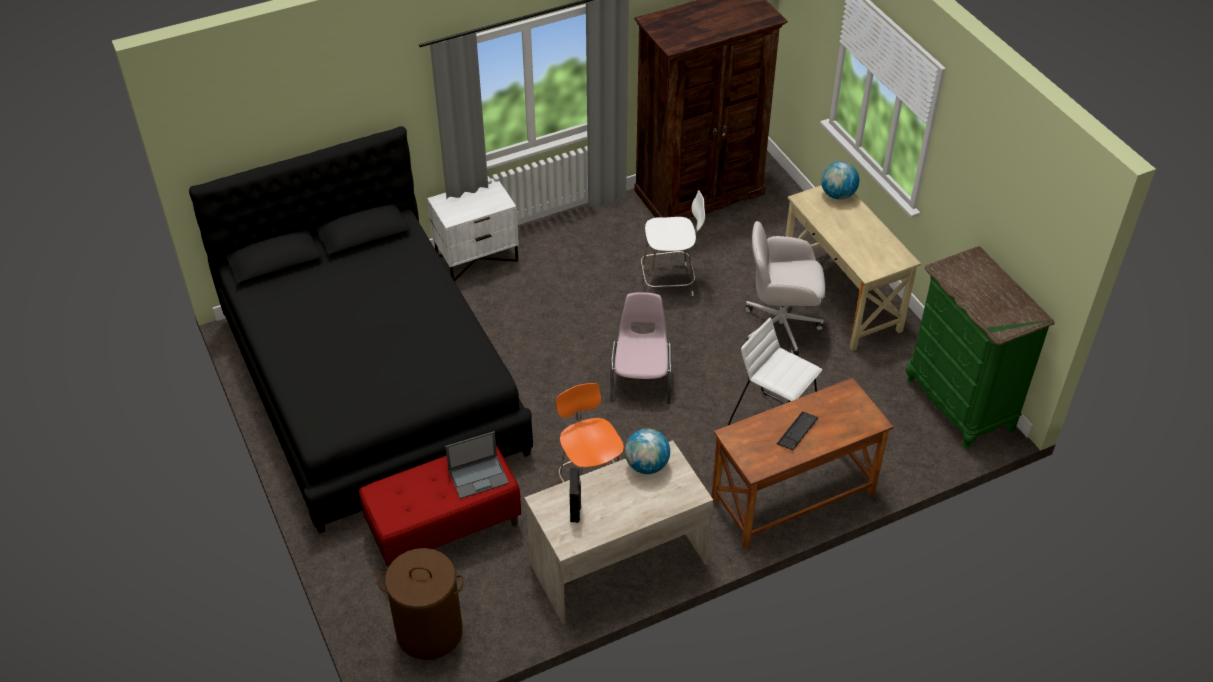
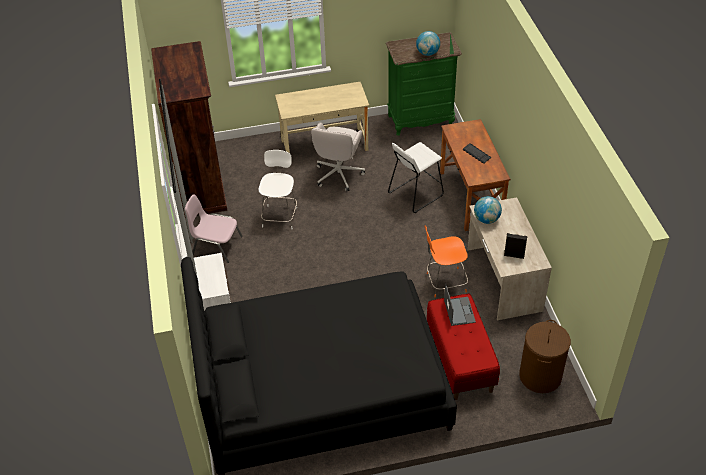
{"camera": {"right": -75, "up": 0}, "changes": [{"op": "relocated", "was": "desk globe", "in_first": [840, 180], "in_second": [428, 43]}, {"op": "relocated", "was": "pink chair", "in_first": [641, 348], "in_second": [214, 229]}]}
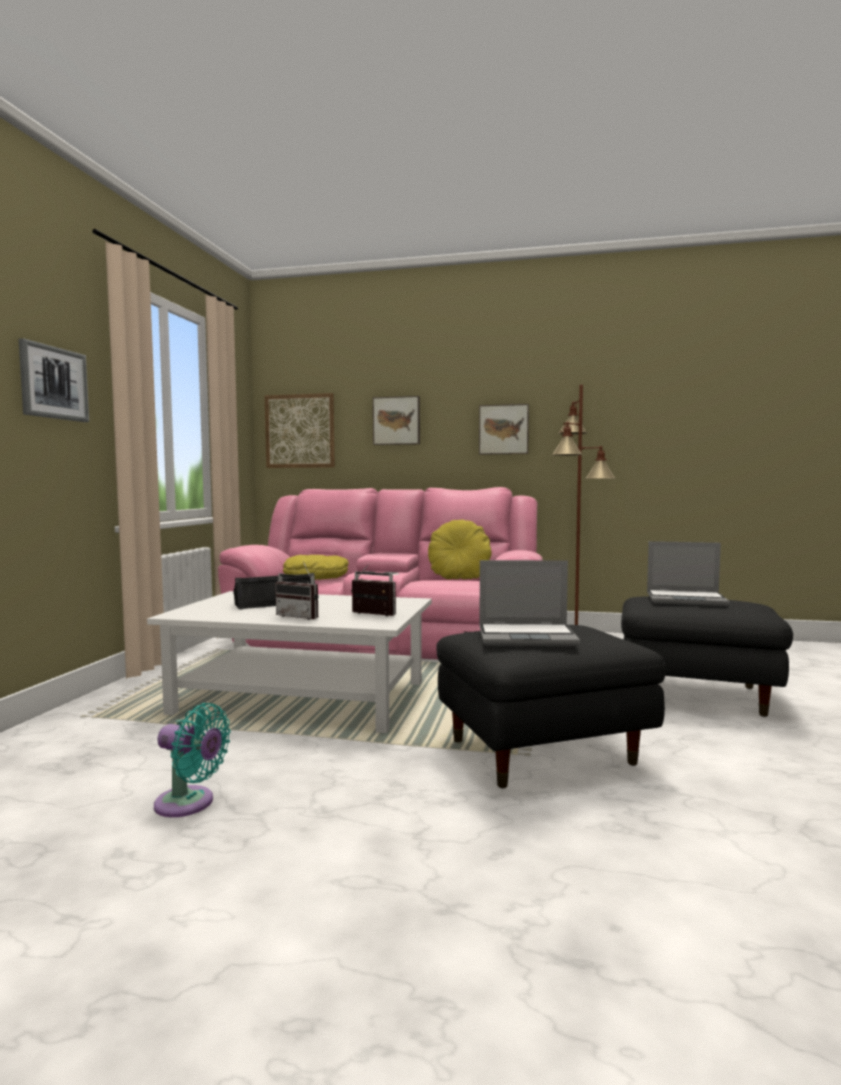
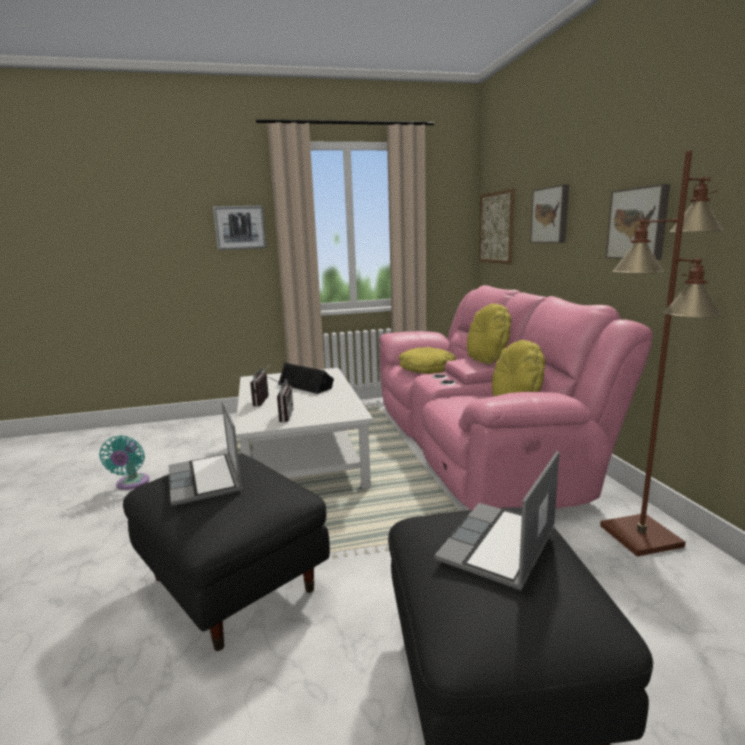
{"camera": {"right": 65, "up": 10}, "changes": [{"op": "spun", "was": "portable computer", "in_first": [688, 573], "in_second": [497, 521], "clockwise": 45}, {"op": "appeared", "now": "yellowish cushion", "in_second": [489, 334]}]}
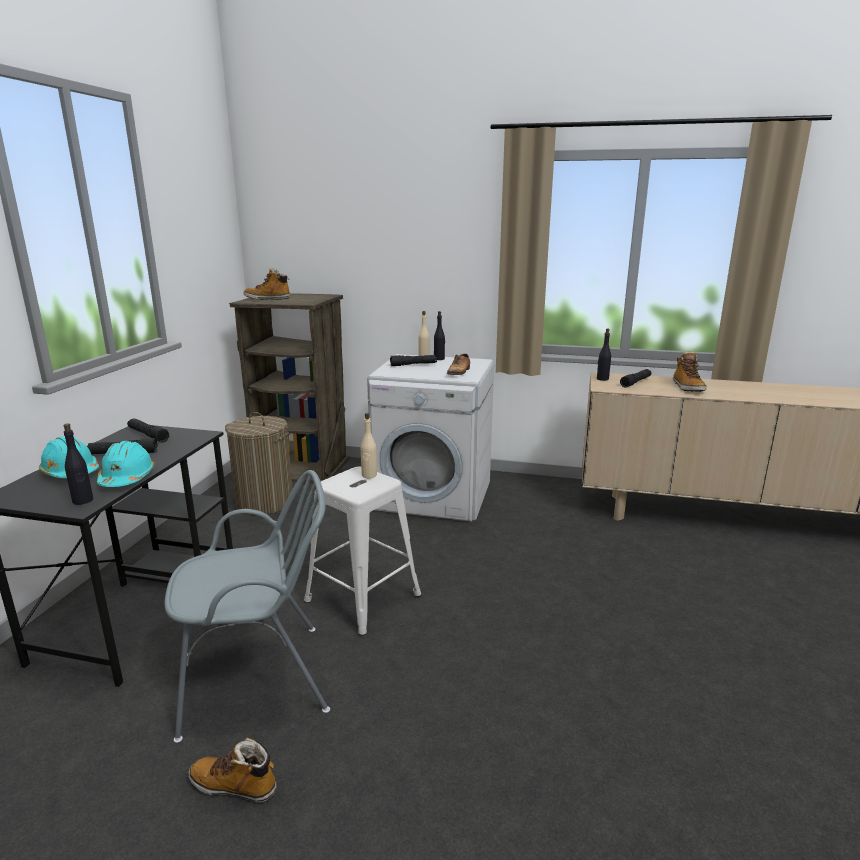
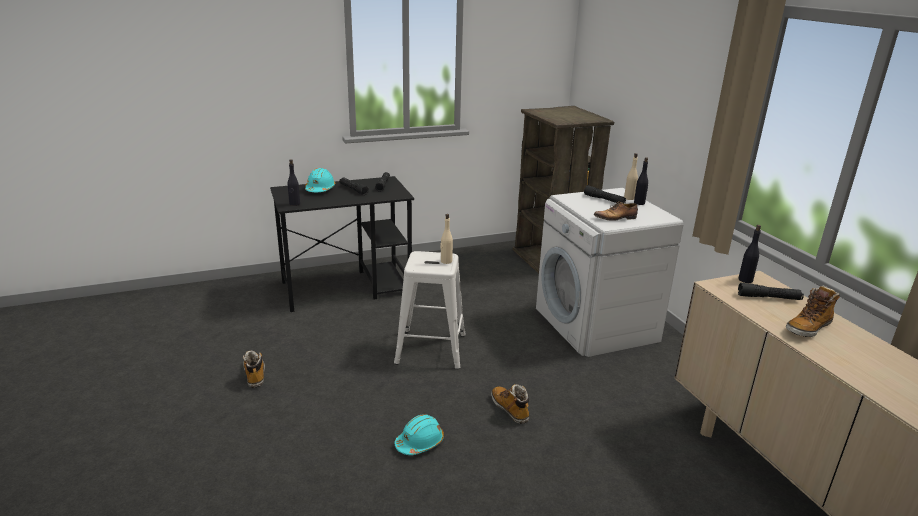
{"camera": {"right": 55, "up": 5}, "changes": [{"op": "relocated", "was": "high-top boot", "in_first": [267, 284], "in_second": [510, 404]}, {"op": "missing", "was": "hamper", "in_first": [258, 463]}, {"op": "relocated", "was": "turquoise hard hat", "in_first": [126, 464], "in_second": [419, 434]}, {"op": "missing", "was": "grey chair", "in_first": [247, 606]}]}
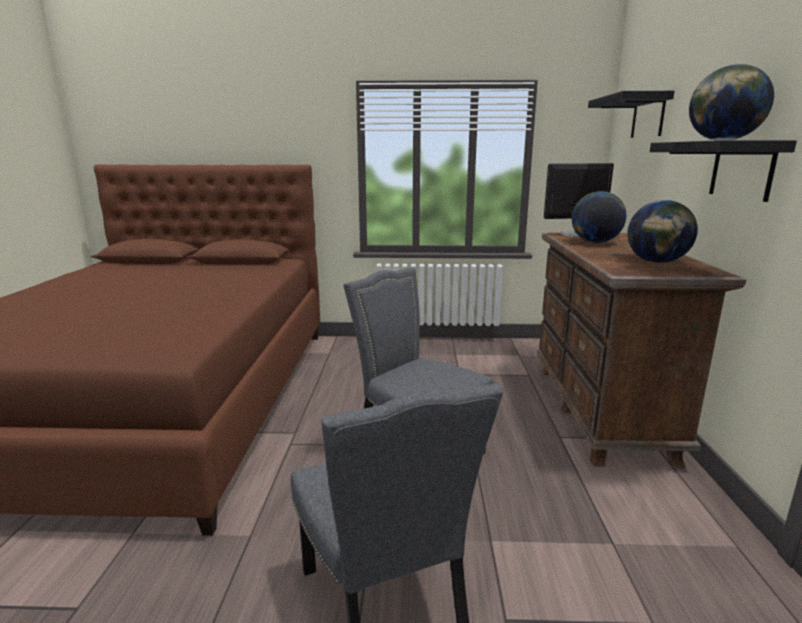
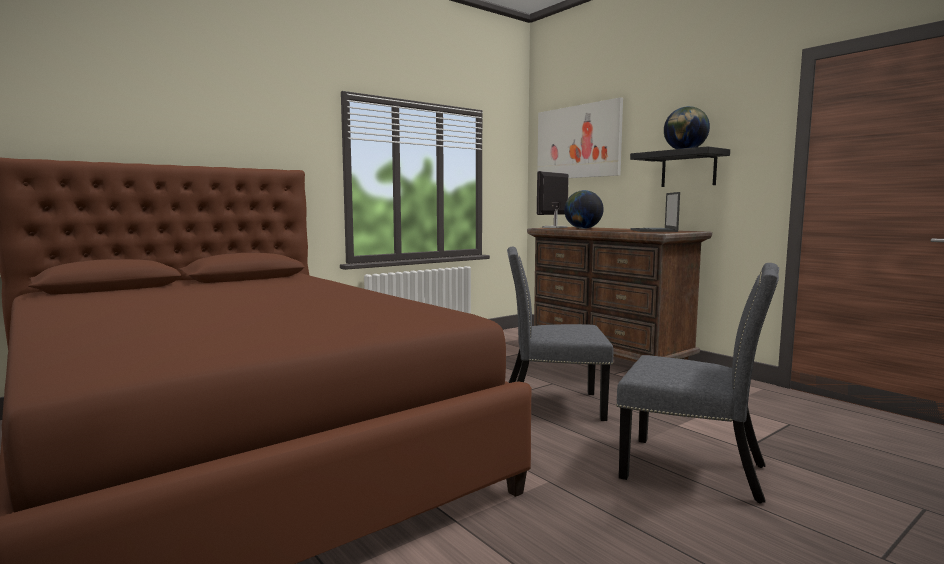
{"camera": {"right": -40, "up": -10}, "changes": [{"op": "exchanged", "was": "black-coloured bracket shelf", "now": "picture", "in_first": [631, 114], "in_second": [580, 137]}, {"op": "exchanged", "was": "desk globe", "now": "portable computer", "in_first": [662, 231], "in_second": [655, 212]}]}
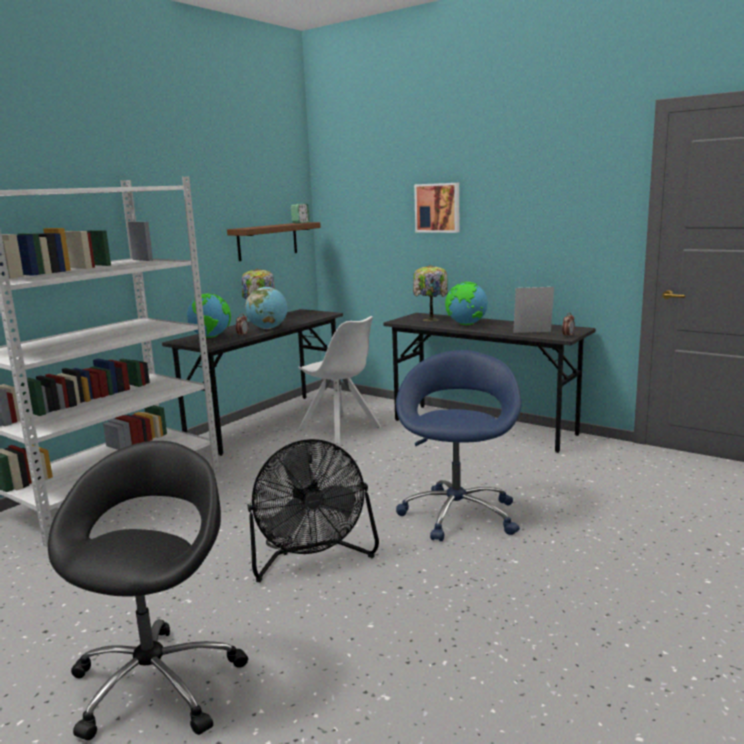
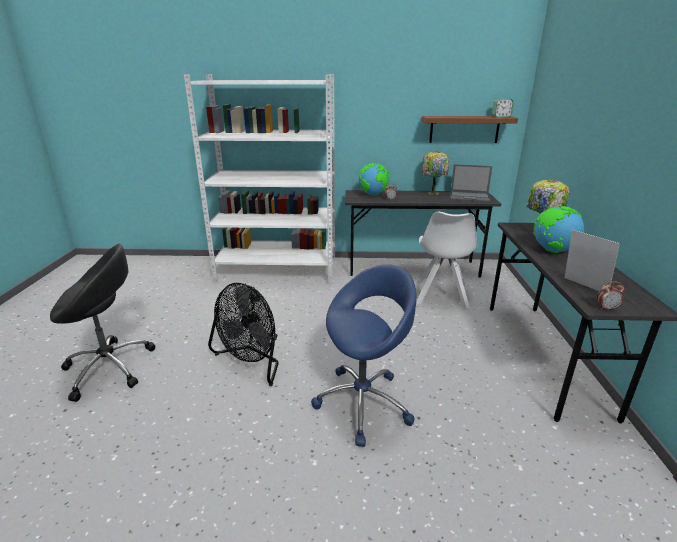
{"camera": {"right": 55, "up": 10}, "changes": [{"op": "missing", "was": "picture", "in_first": [436, 208]}, {"op": "missing", "was": "desk globe", "in_first": [266, 308]}, {"op": "appeared", "now": "portable computer", "in_second": [471, 183]}]}
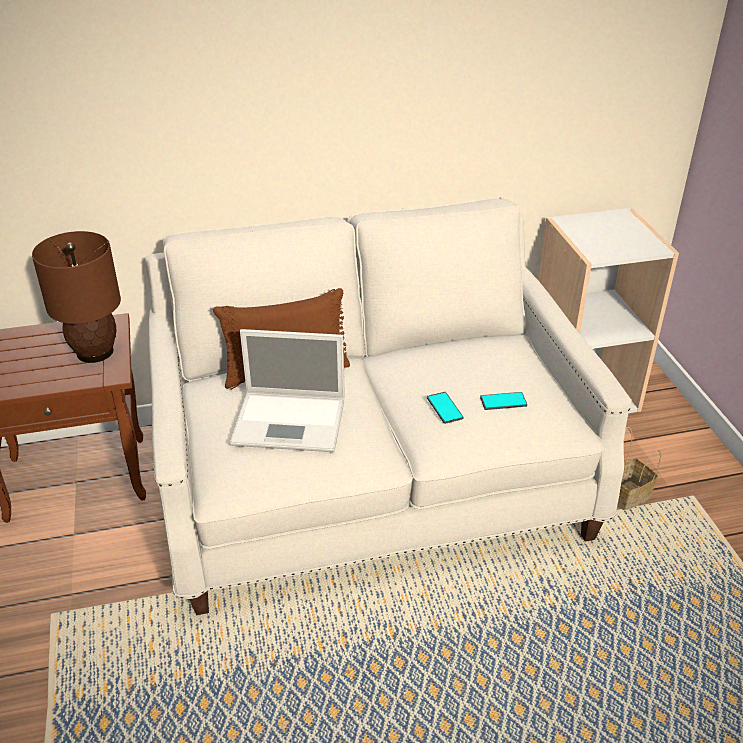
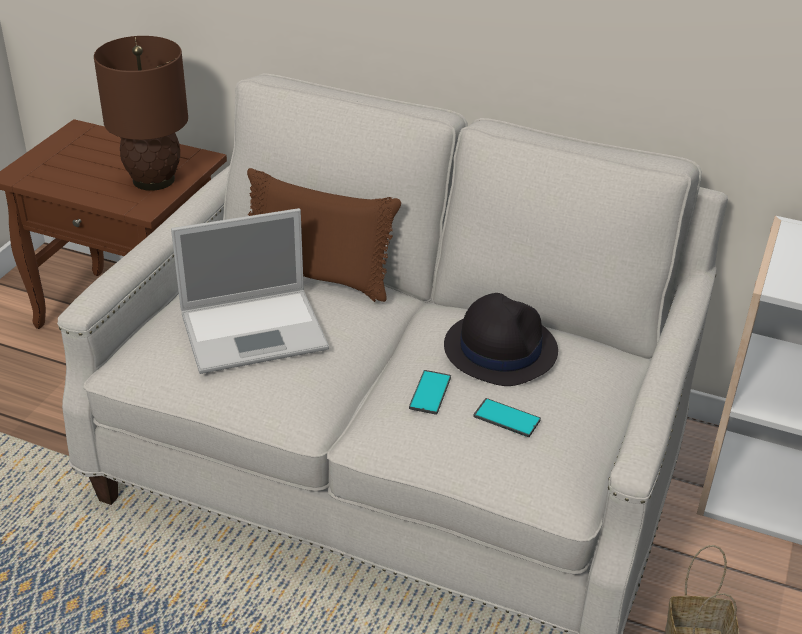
{"camera": {"right": 35, "up": 0}, "changes": [{"op": "spun", "was": "portable computer", "in_first": [287, 390], "in_second": [250, 291], "clockwise": -60}, {"op": "appeared", "now": "black-coloured clothing hat", "in_second": [501, 339]}]}
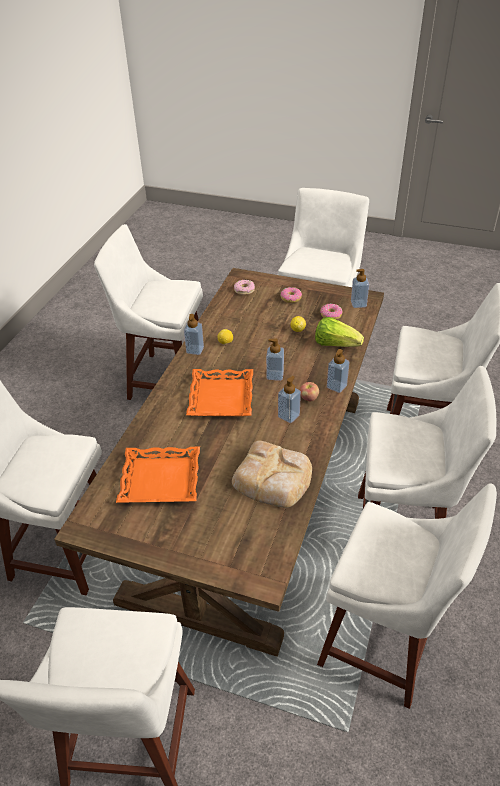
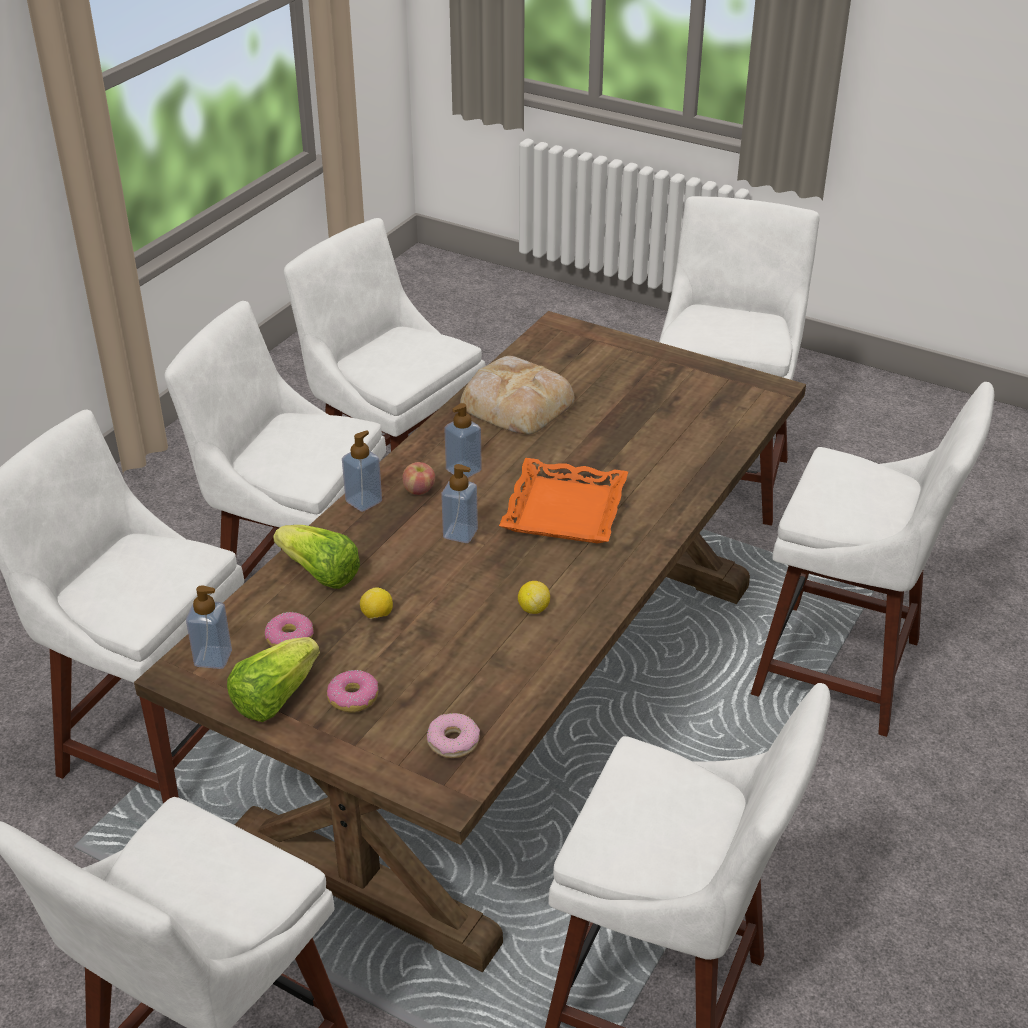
{"camera": {"right": -170, "up": -5}, "changes": [{"op": "missing", "was": "liquid soap bottle", "in_first": [194, 334]}, {"op": "missing", "was": "orange-coloured carrying tray", "in_first": [158, 475]}, {"op": "appeared", "now": "lettuce head", "in_second": [273, 679]}]}
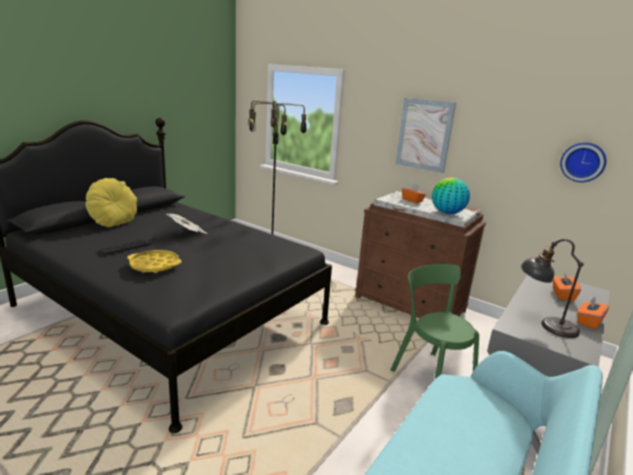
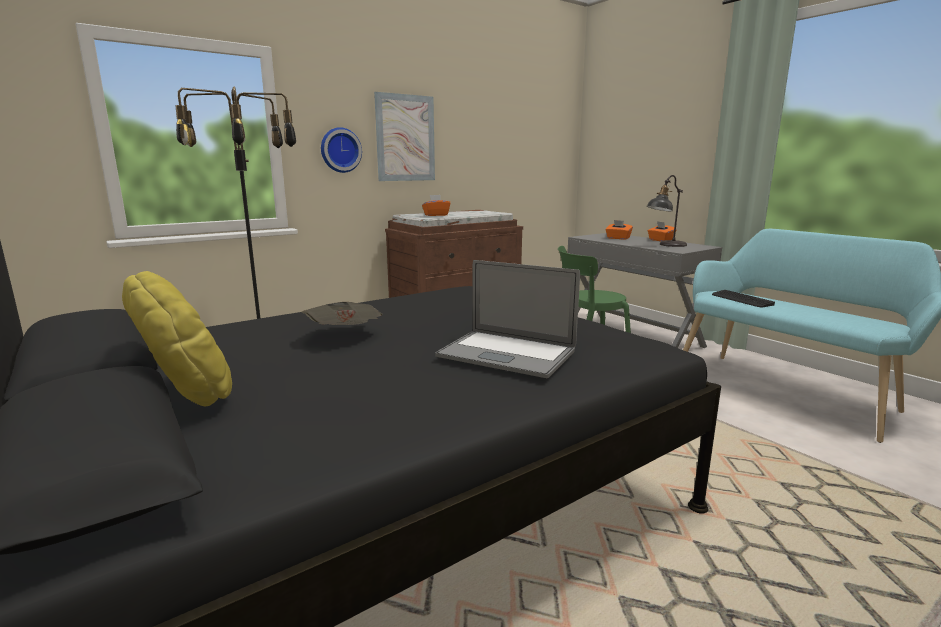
{"camera": {"right": -70, "up": -5}, "changes": [{"op": "relocated", "was": "wall clock", "in_first": [583, 162], "in_second": [341, 150]}, {"op": "missing", "was": "desk globe", "in_first": [451, 195]}, {"op": "relocated", "was": "PC keyboard", "in_first": [125, 247], "in_second": [743, 298]}, {"op": "exchanged", "was": "yellowish carrying tray", "now": "portable computer", "in_first": [154, 261], "in_second": [507, 319]}]}
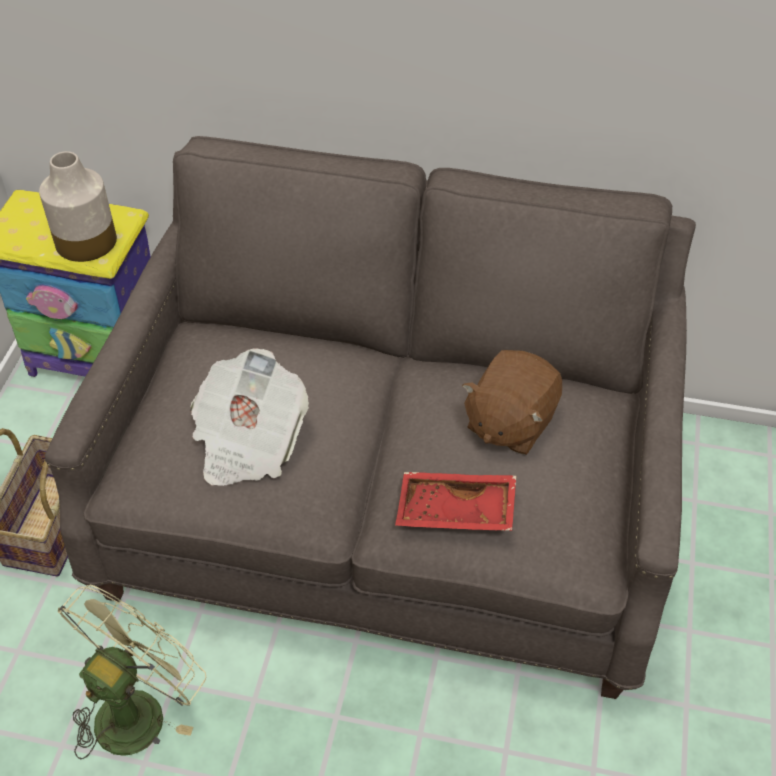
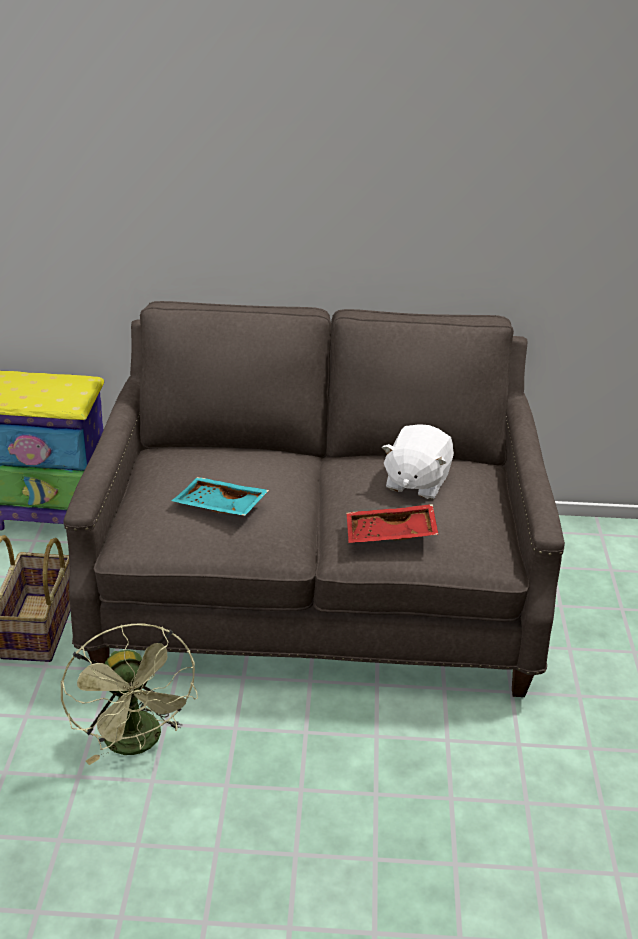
{"camera": {"right": -10, "up": -15}, "changes": [{"op": "missing", "was": "beige-coloured decorative vase", "in_first": [78, 206]}, {"op": "exchanged", "was": "printed paper", "now": "turquoise carrying tray", "in_first": [249, 417], "in_second": [220, 496]}, {"op": "colour", "was": "brown plush toy", "now": "white-coloured plush toy", "in_first": [512, 402], "in_second": [418, 461]}, {"op": "spun", "was": "green fan", "in_first": [132, 672], "in_second": [129, 694], "clockwise": 135}]}
